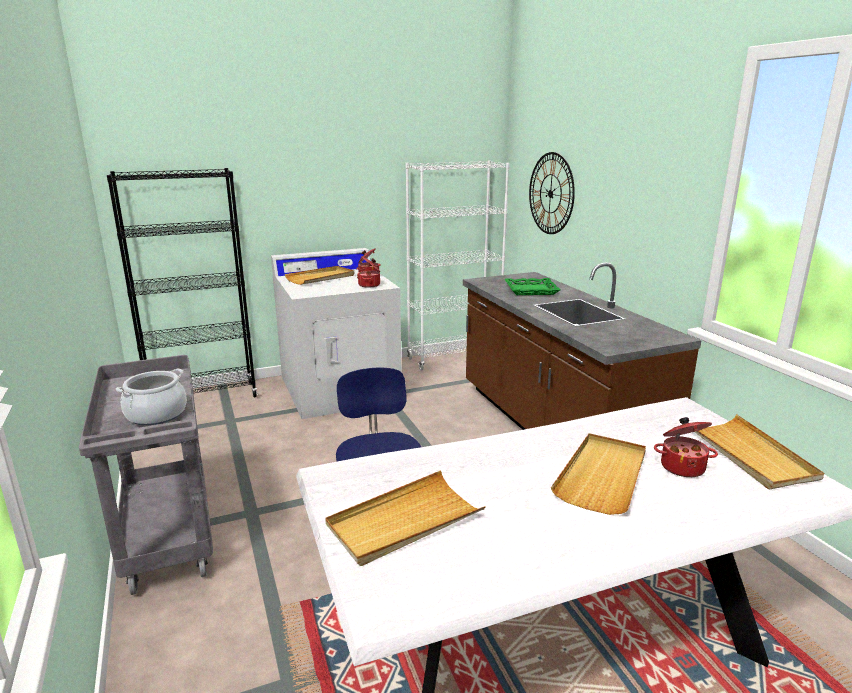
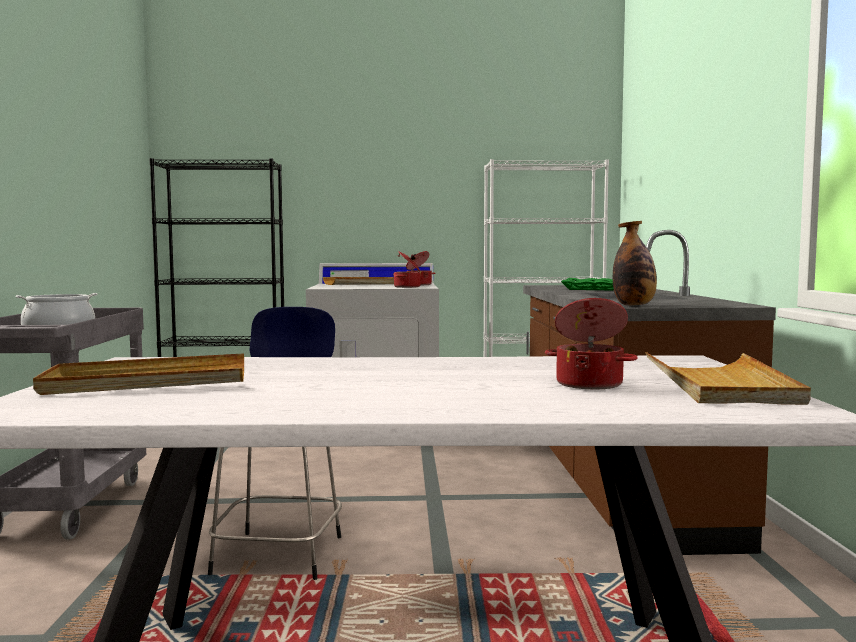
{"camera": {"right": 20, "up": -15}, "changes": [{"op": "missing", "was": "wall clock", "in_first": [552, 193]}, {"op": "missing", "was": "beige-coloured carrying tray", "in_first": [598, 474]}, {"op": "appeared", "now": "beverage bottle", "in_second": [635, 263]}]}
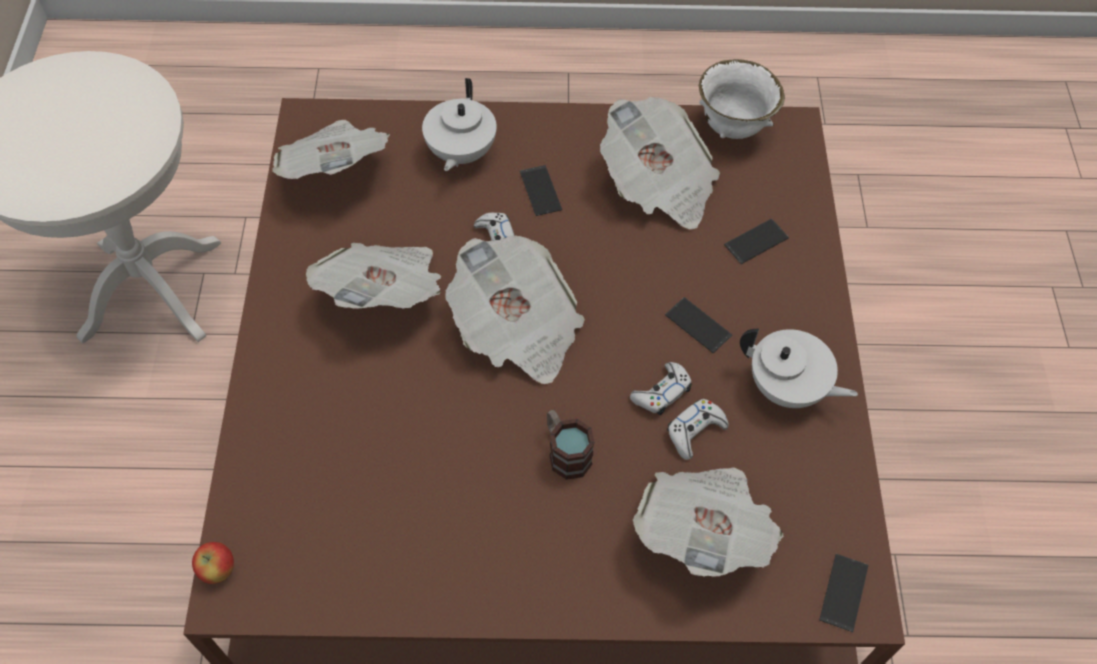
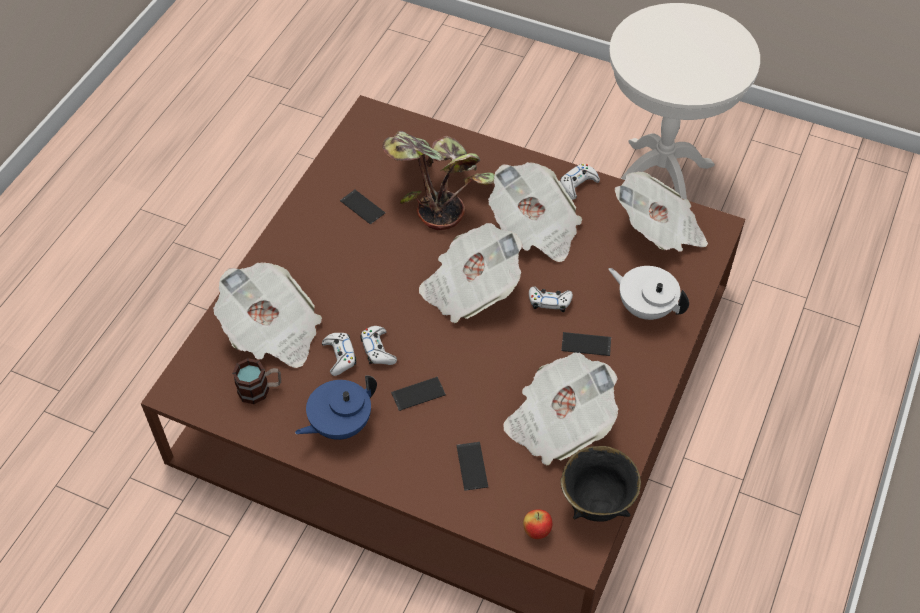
{"camera": {"right": 115, "up": -5}, "changes": [{"op": "colour", "was": "white-coloured serving bowl", "now": "black-coloured serving bowl", "in_first": [742, 99], "in_second": [600, 484]}, {"op": "colour", "was": "white-coloured teapot", "now": "bluish teapot", "in_first": [799, 368], "in_second": [336, 408]}, {"op": "relocated", "was": "coffee mug", "in_first": [571, 445], "in_second": [256, 381]}, {"op": "relocated", "was": "whole apple", "in_first": [213, 563], "in_second": [538, 524]}, {"op": "relocated", "was": "telephone", "in_first": [844, 593], "in_second": [362, 207]}, {"op": "appeared", "now": "potted plant", "in_second": [438, 180]}, {"op": "appeared", "now": "white-coloured gamepad", "in_second": [580, 182]}]}
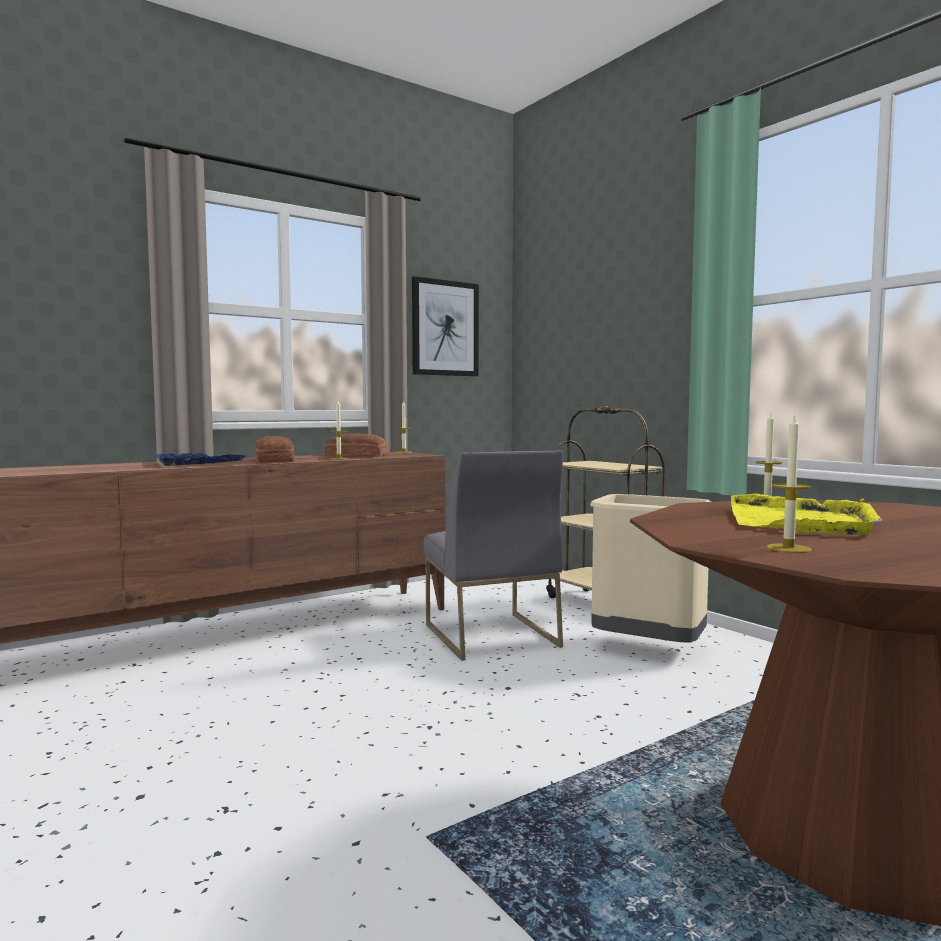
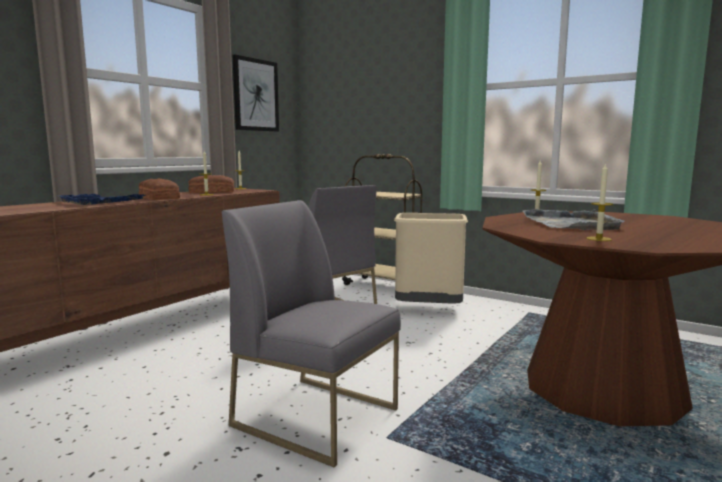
{"camera": {"right": -20, "up": 5}, "changes": [{"op": "colour", "was": "yellowish carrying tray", "now": "grey carrying tray", "in_first": [807, 514], "in_second": [573, 219]}, {"op": "appeared", "now": "grey chair", "in_second": [311, 333]}]}
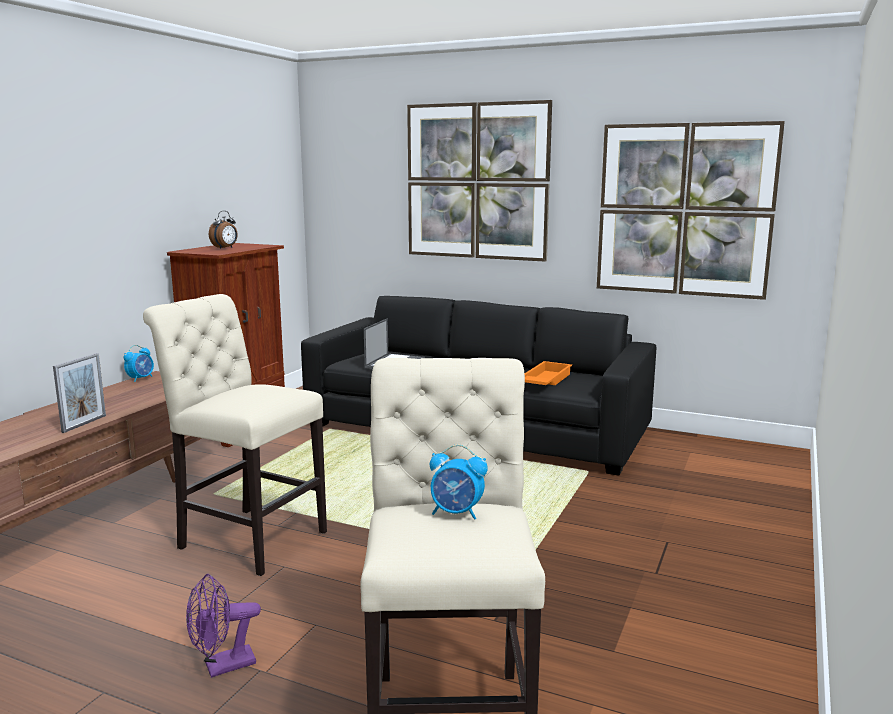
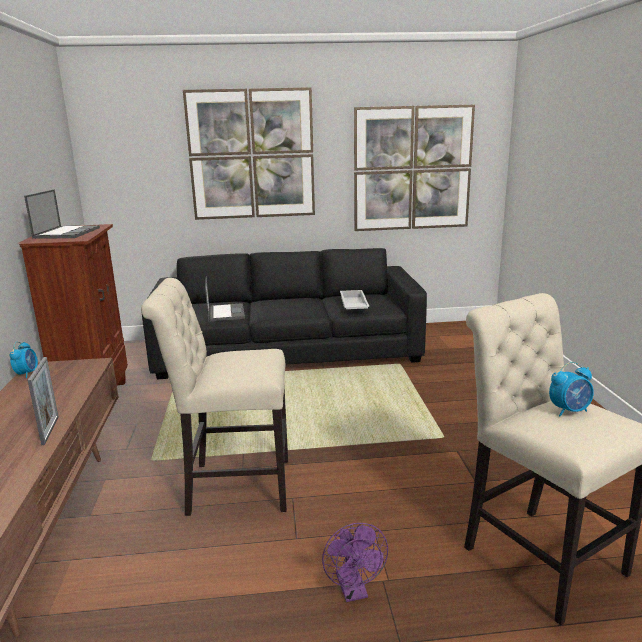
{"camera": {"right": -30, "up": 5}, "changes": [{"op": "exchanged", "was": "bedside clock", "now": "portable computer", "in_first": [223, 230], "in_second": [62, 214]}, {"op": "colour", "was": "orange-coloured carrying tray", "now": "white-coloured carrying tray", "in_first": [548, 373], "in_second": [354, 299]}, {"op": "spun", "was": "purplish fan", "in_first": [223, 626], "in_second": [355, 562], "clockwise": -45}]}
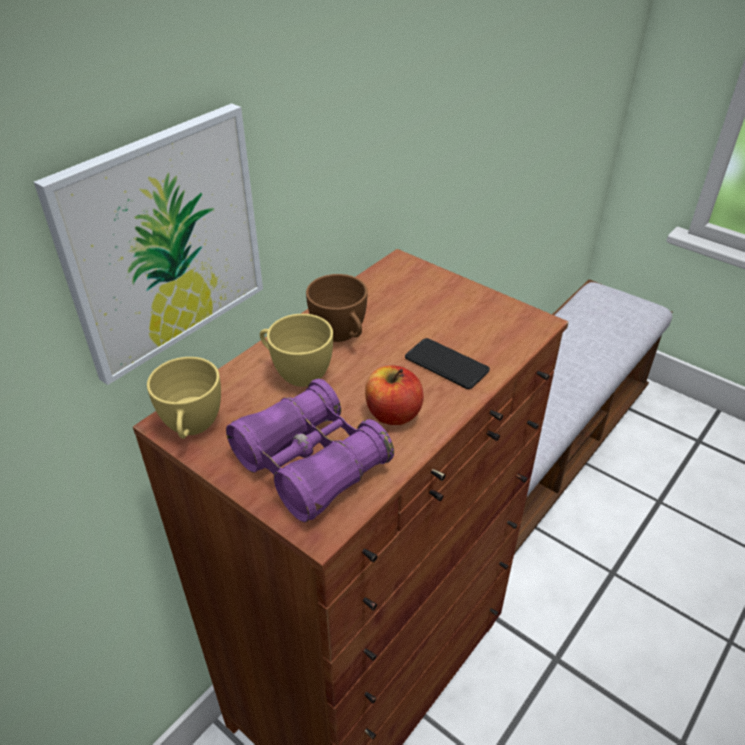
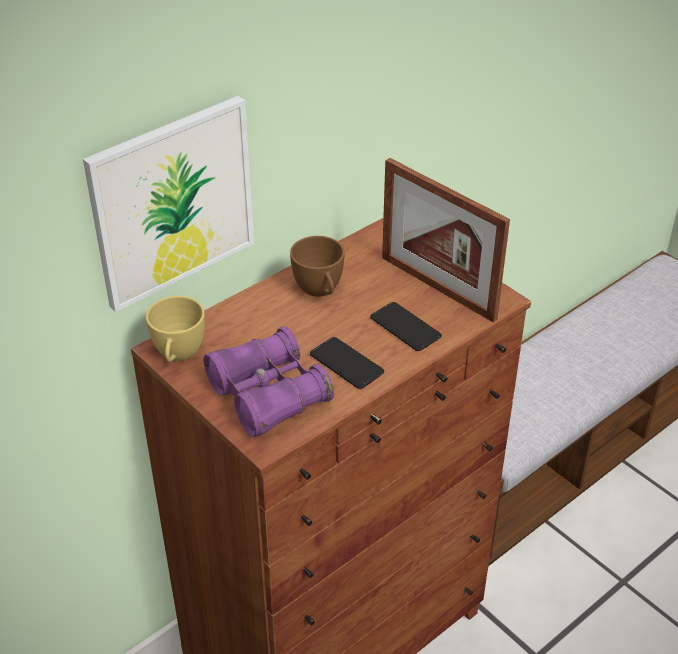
{"camera": {"right": 10, "up": 0}, "changes": [{"op": "missing", "was": "yellowish drinking cup", "in_first": [296, 350]}, {"op": "exchanged", "was": "whole apple", "now": "telephone", "in_first": [394, 395], "in_second": [347, 363]}, {"op": "appeared", "now": "picture frame", "in_second": [446, 240]}]}
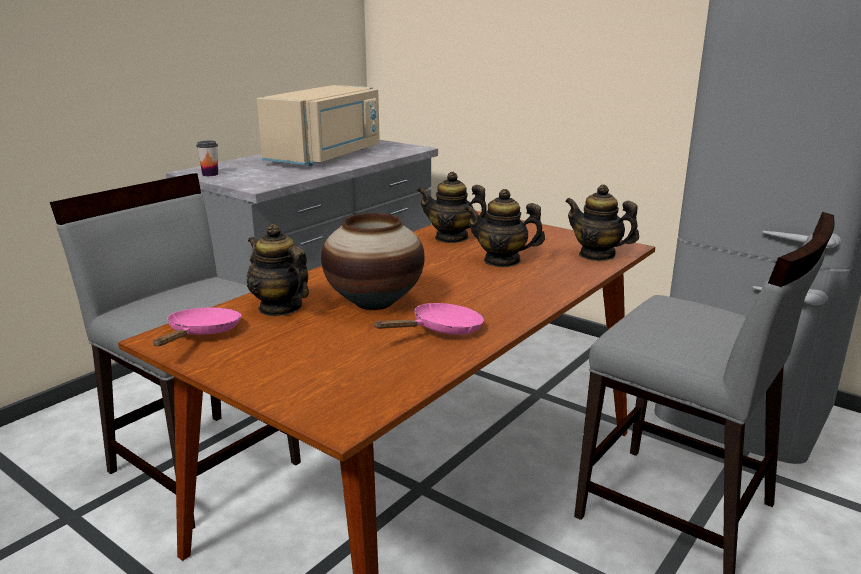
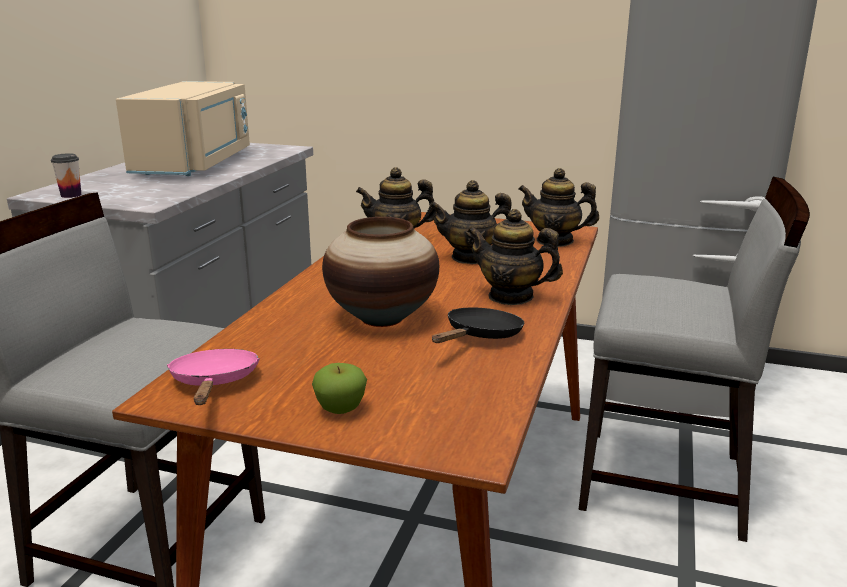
{"camera": {"right": -20, "up": 0}, "changes": [{"op": "relocated", "was": "teapot", "in_first": [278, 270], "in_second": [515, 257]}, {"op": "colour", "was": "pink skillet", "now": "black-coloured skillet", "in_first": [429, 319], "in_second": [478, 325]}, {"op": "appeared", "now": "whole apple", "in_second": [339, 388]}]}
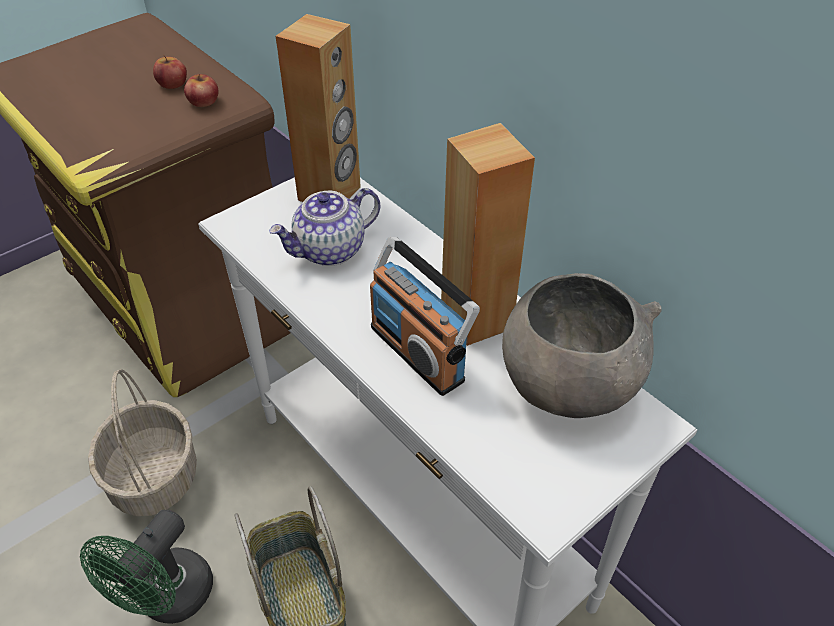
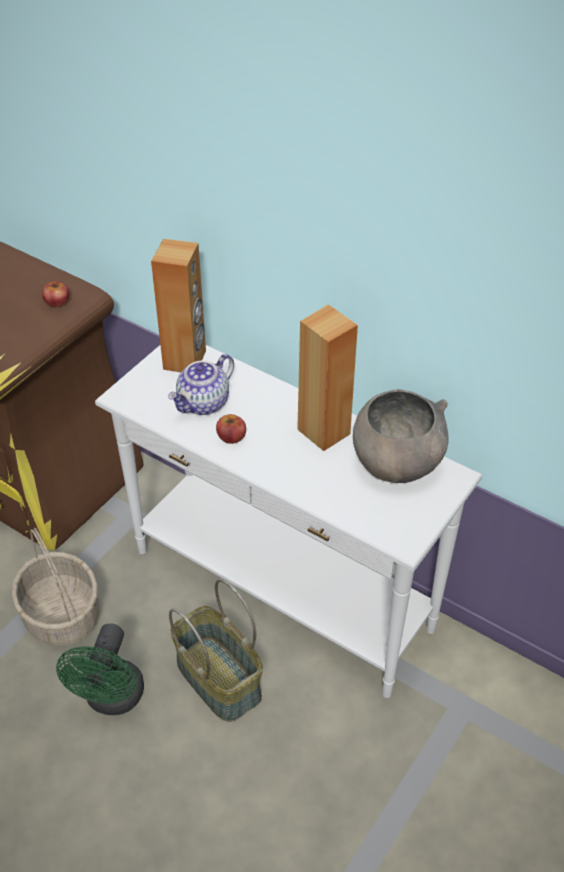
{"camera": {"right": -15, "up": 0}, "changes": [{"op": "relocated", "was": "whole apple", "in_first": [170, 72], "in_second": [231, 429]}, {"op": "missing", "was": "radio set", "in_first": [425, 316]}]}
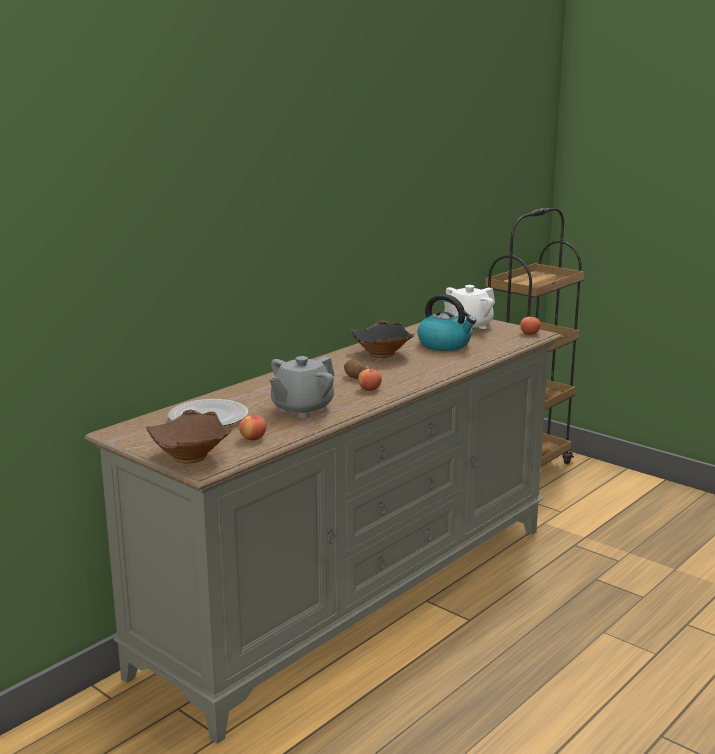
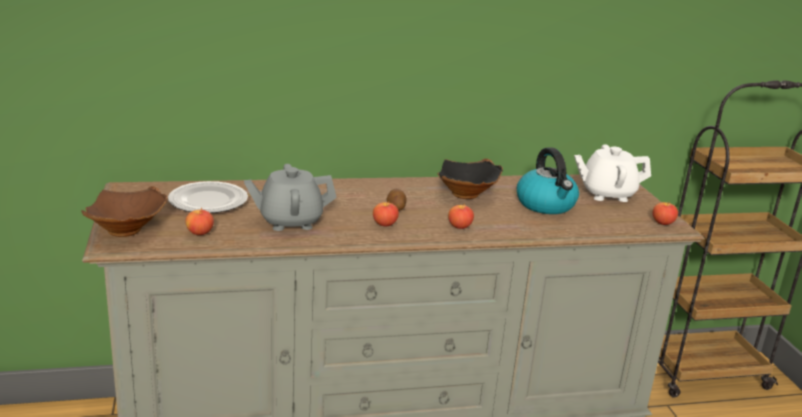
{"camera": {"right": 35, "up": 5}, "changes": [{"op": "appeared", "now": "whole apple", "in_second": [461, 216]}]}
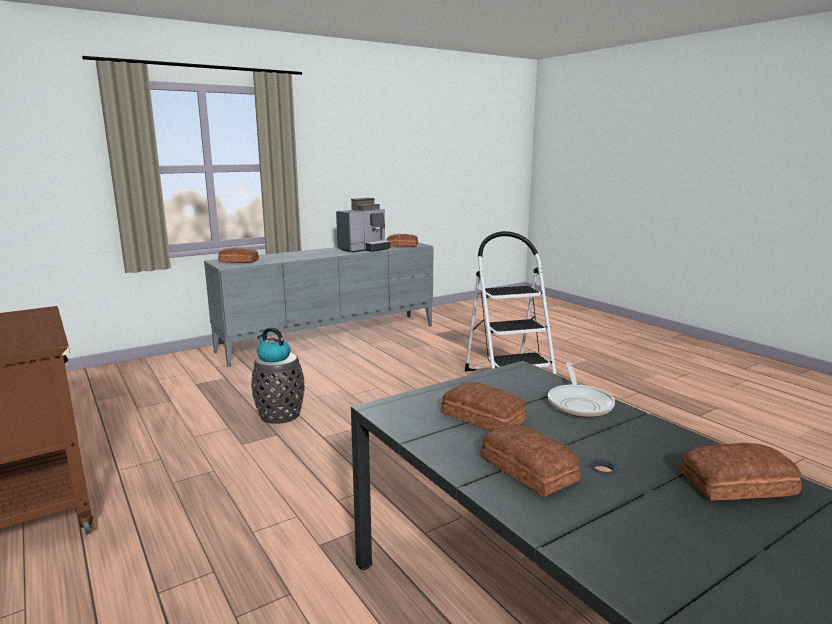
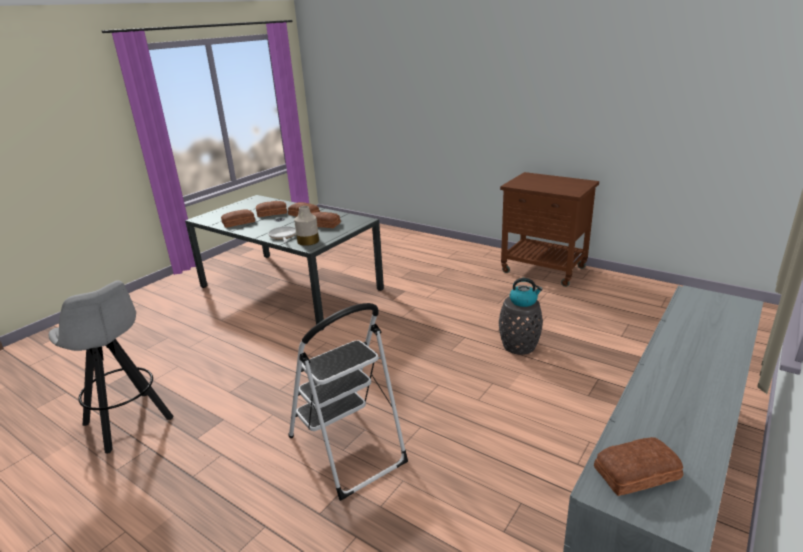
{"camera": {"right": 160, "up": 10}, "changes": [{"op": "missing", "was": "coffee machine", "in_first": [363, 225]}, {"op": "relocated", "was": "baked bread", "in_first": [238, 255], "in_second": [271, 209]}, {"op": "appeared", "now": "beige-coloured decorative vase", "in_second": [306, 226]}, {"op": "appeared", "now": "grey sitting stool", "in_second": [111, 366]}]}
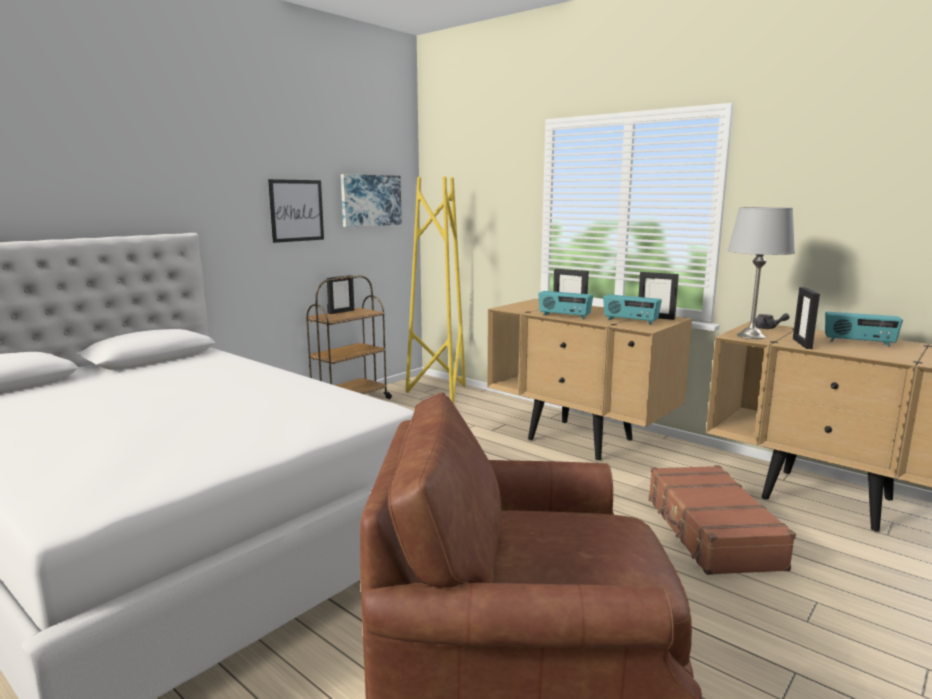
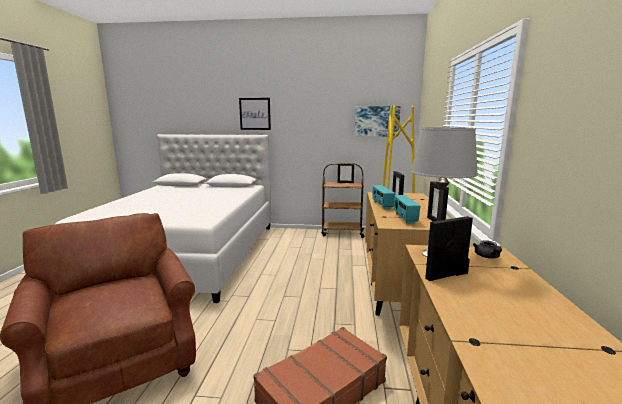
{"camera": {"right": 55, "up": 0}, "changes": [{"op": "relocated", "was": "picture", "in_first": [296, 211], "in_second": [255, 114]}, {"op": "missing", "was": "radio set", "in_first": [864, 329]}]}
